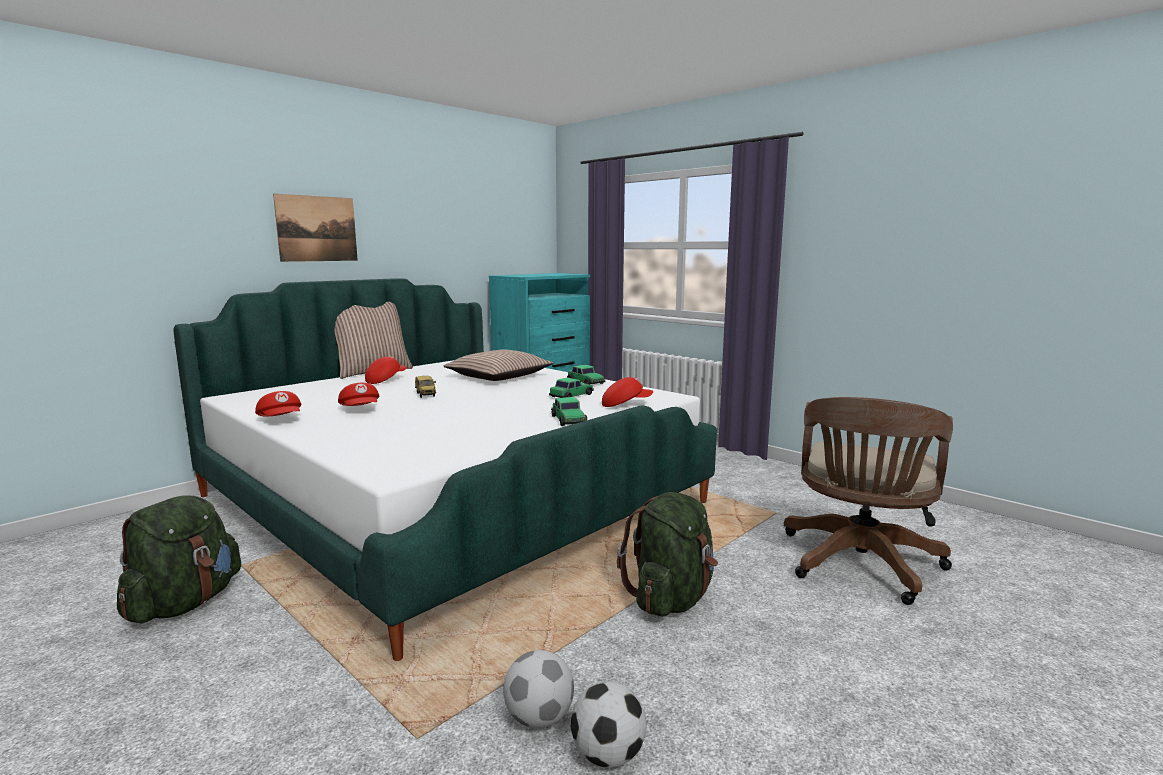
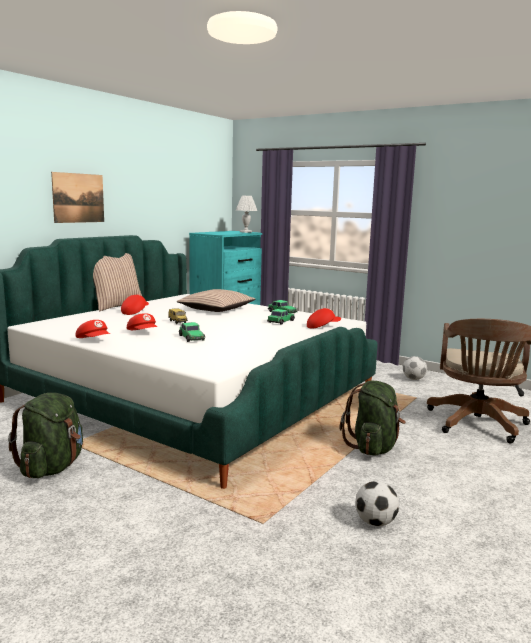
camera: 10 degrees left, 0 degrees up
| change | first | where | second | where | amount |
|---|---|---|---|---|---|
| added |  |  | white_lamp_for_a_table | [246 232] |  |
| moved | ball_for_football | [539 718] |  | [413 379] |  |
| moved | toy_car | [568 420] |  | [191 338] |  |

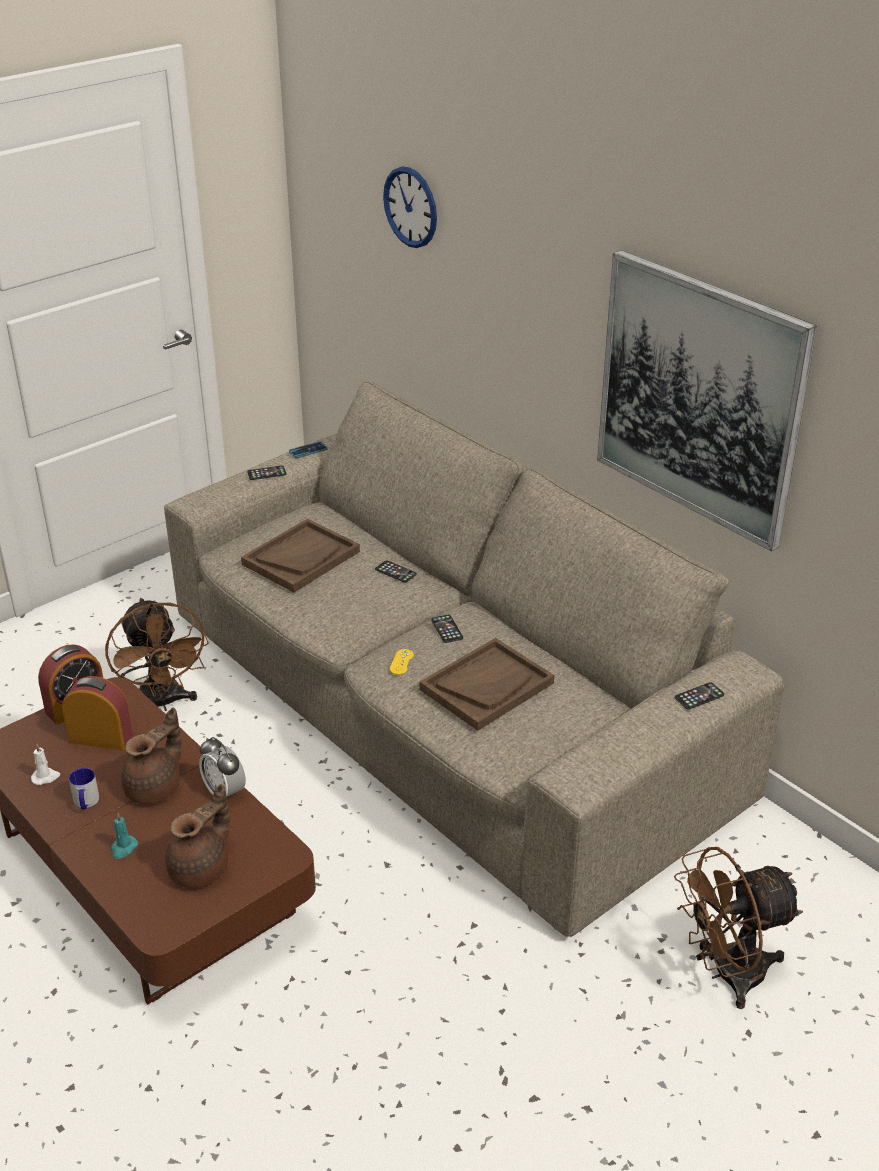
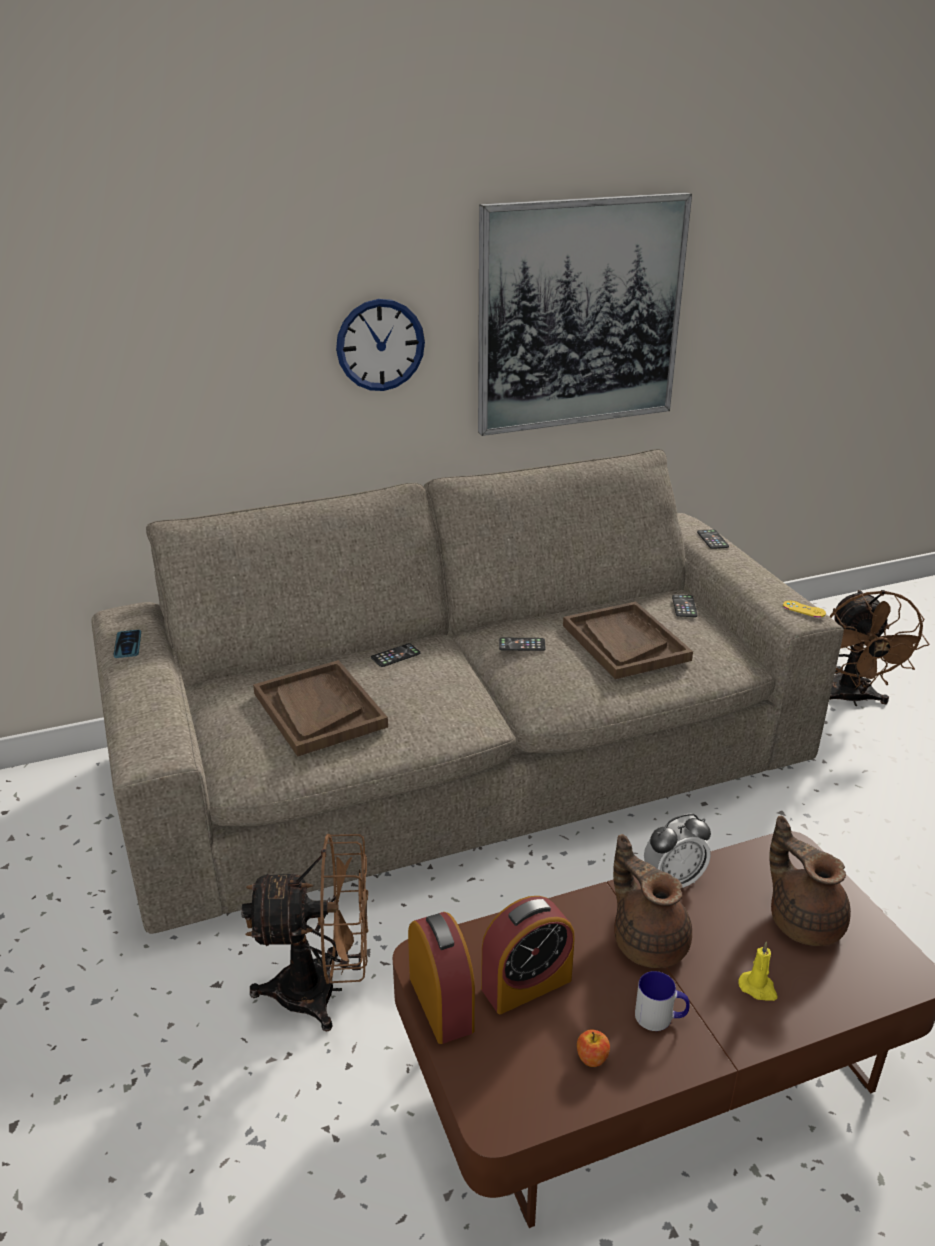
camera: 70 degrees left, 5 degrees down
| change | first | where | second | where | amount |
|---|---|---|---|---|---|
| moved | telephone | [266 473] |  | [684 606] |  |
| moved | wall_clock | [410 207] |  | [380 345] |  |
| moved | yellow-coloured_joypad | [401 662] |  | [804 609] |  |
| replaced | white_candle | [46 777] | whole_apple | [592 1058] |  |
| recoloured | blue-green_candle | [123 848] | yellow-coloured_candle | [758 988] |  |
| turned | bedside_clock | [101 738] |  | [526 984] | 150 degrees counterclockwise |

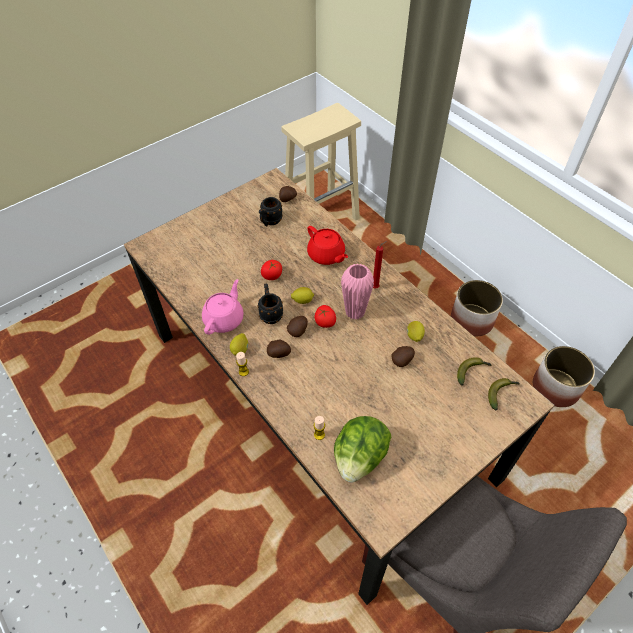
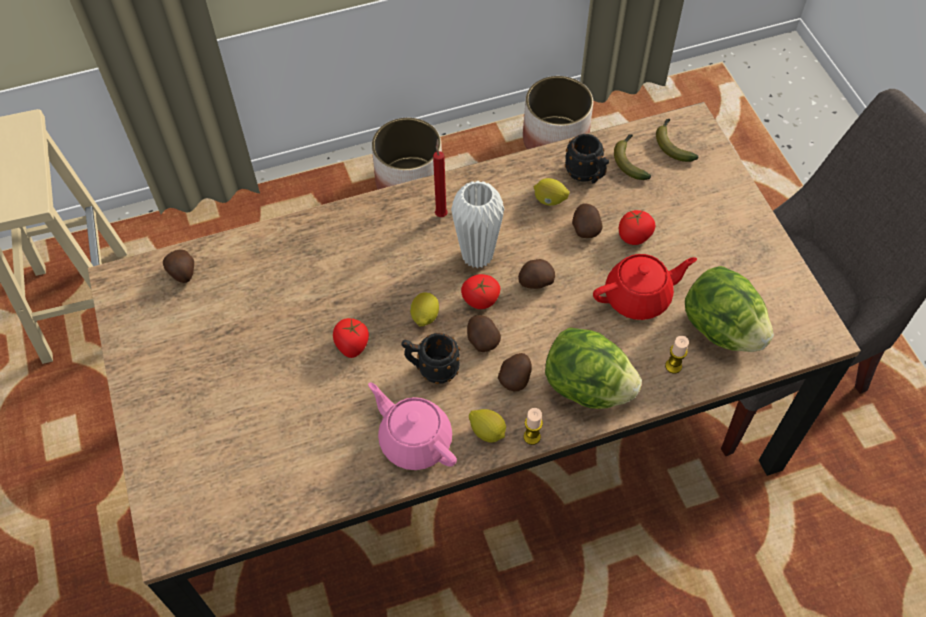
camera: 70 degrees left, 5 degrees up
| change | first | where | second | where | amount |
|---|---|---|---|---|---|
| added |  |  | whole_potato | [535 282] |  |
| added |  |  | lettuce_head | [587 387] |  |
| added |  |  | tomato | [634 236] |  |
| moved | black_mug | [270 222] |  | [586 175] |  |
| moved | reddish_pot_for_tea | [326 255] |  | [639 297] |  |
| recoloured | pink-coloured_flower_vase | [355 312] | white_flower_vase | [477 256] |  |

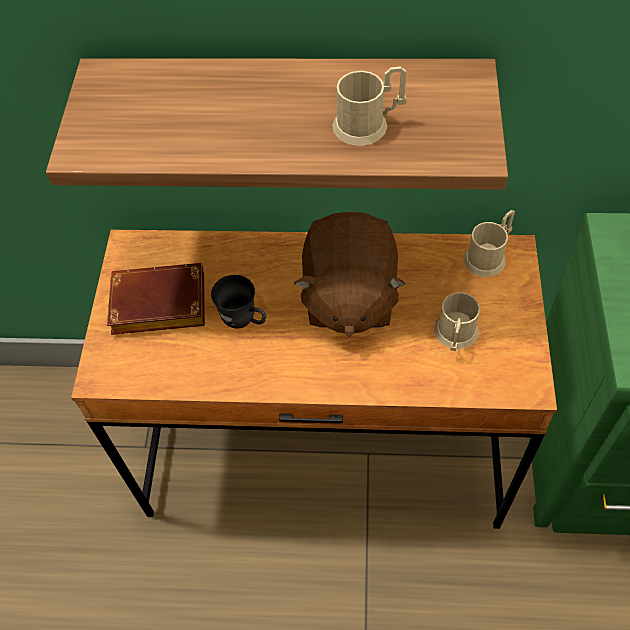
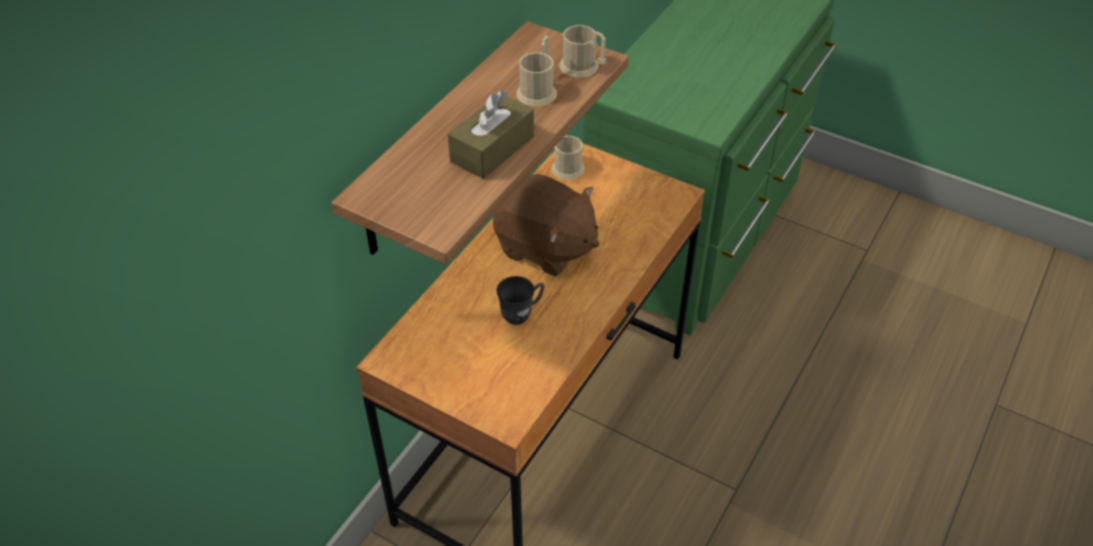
camera: 65 degrees left, 10 degrees down
| change | first | where | second | where | amount |
|---|---|---|---|---|---|
| removed | brownish_bound_book | [156 307] |  |  |  |
| added |  |  | brownish_box_of_tissues | [492 149] |  |
| moved | beige_mug | [455 336] |  | [583 68] |  |

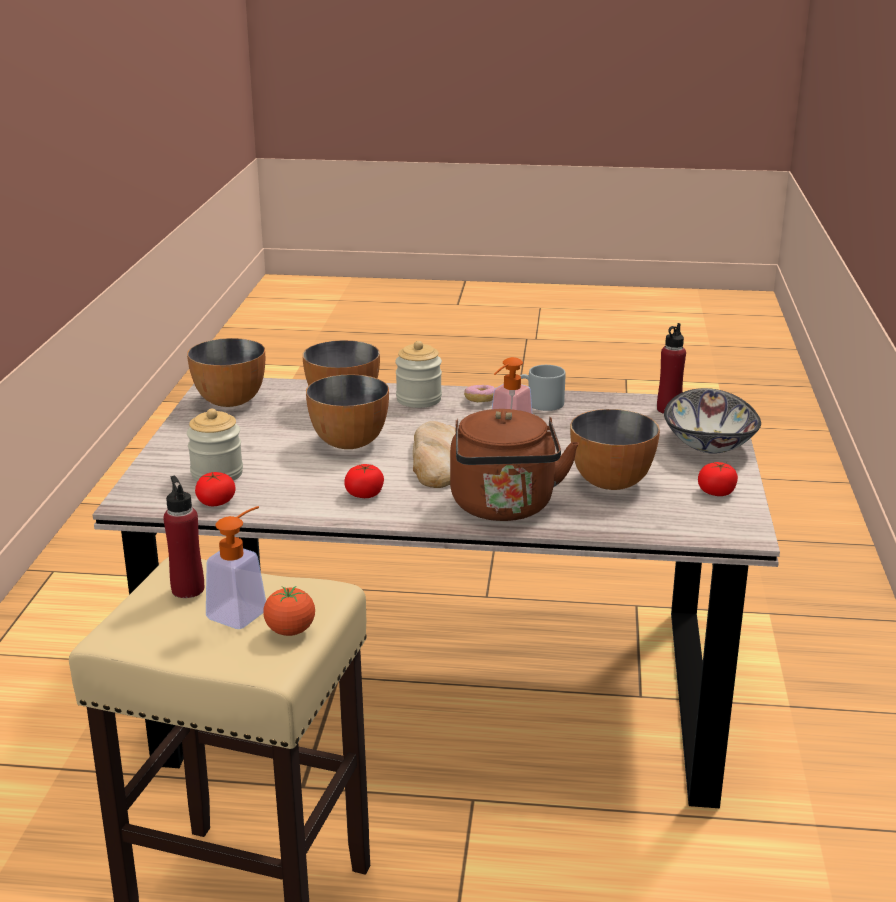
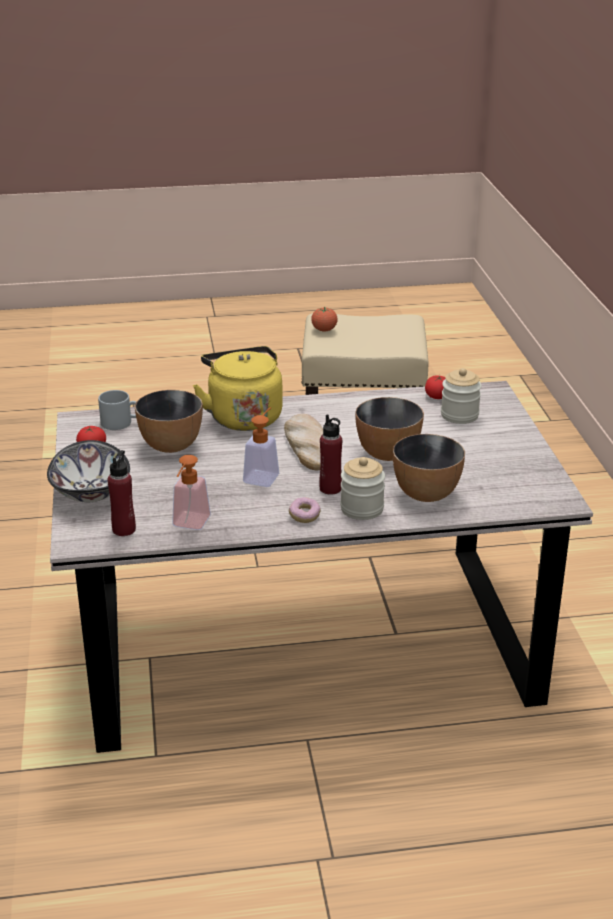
camera: 165 degrees right, 5 degrees up
| change | first | where | second | where | amount |
|---|---|---|---|---|---|
| removed | bowl | [231 401] |  |  |  |
| removed | tomato | [364 494] |  |  |  |
| moved | reddish_drink_bottle | [188 589] |  | [330 488] |  |
| moved | soap_bottle | [243 610] |  | [189 525] |  |
| moved | grey_mug | [539 403] |  | [121 422] |  |
| recoloured | brownish_tea_kettle | [504 508] | yellow-coloured_tea_kettle | [243 416] |  |

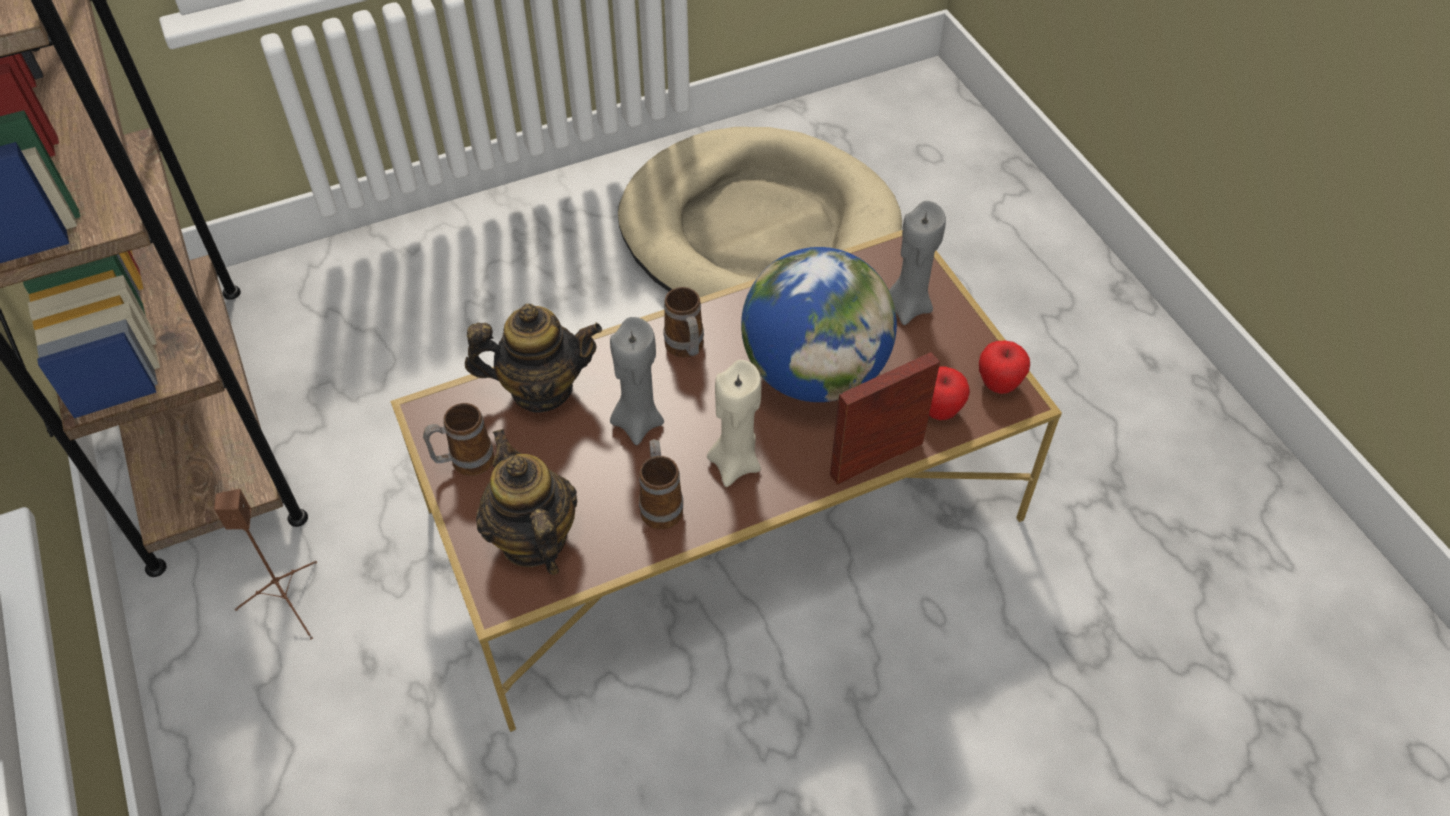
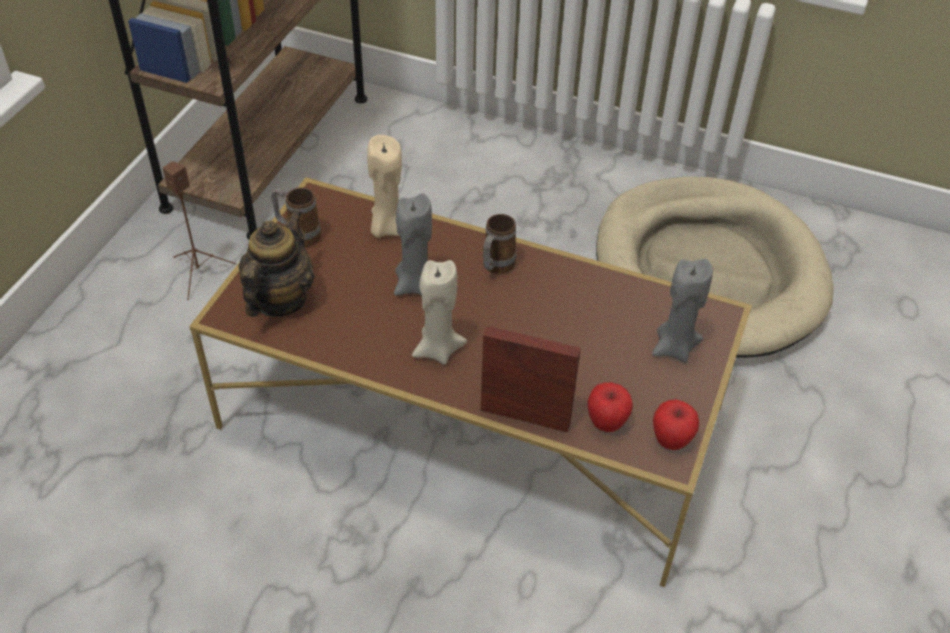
camera: 45 degrees right, 5 degrees down
| change | first | where | second | where | amount |
|---|---|---|---|---|---|
| removed | mug | [661 504] |  |  |  |
| removed | globe | [813 373] |  |  |  |
| replaced | pot_for_tea | [541 389] | beige_candle | [387 228] |  |

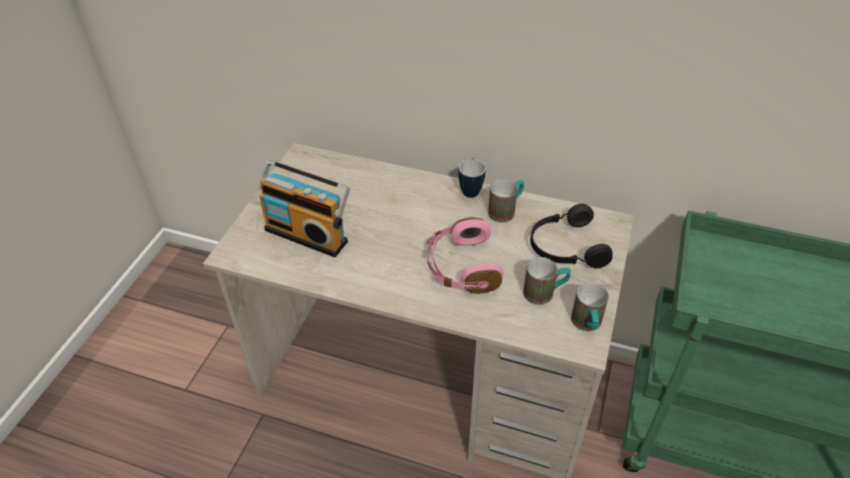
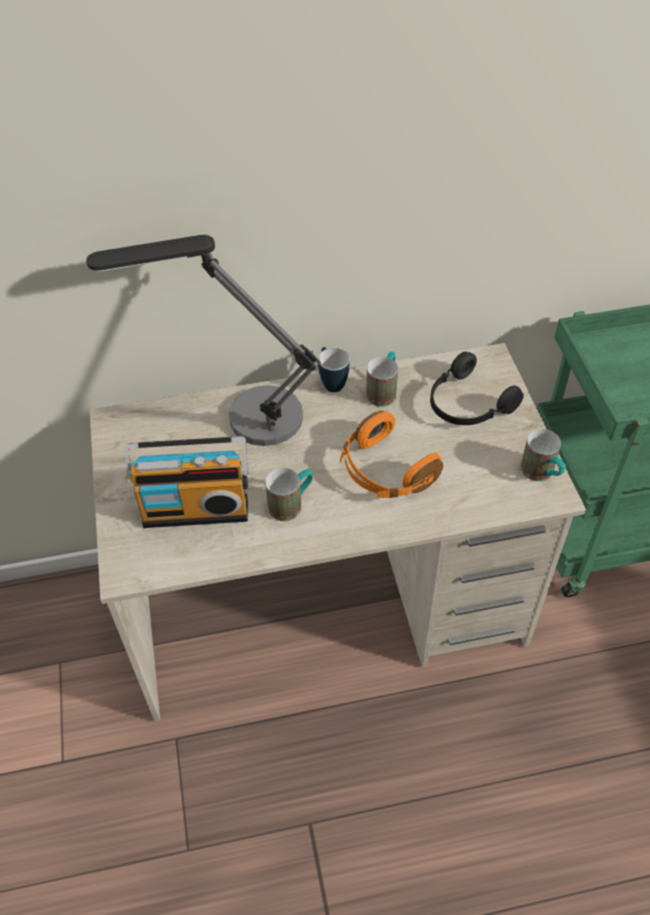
camera: 30 degrees left, 5 degrees up
| change | first | where | second | where | amount |
|---|---|---|---|---|---|
| added |  |  | lamp_for_a_table | [242 419] |  |
| moved | mug | [544 293] |  | [291 504] |  |
| recoloured | pink-coloured_pair_of_headphones | [461 267] | orangey_pair_of_headphones | [385 471] |  |

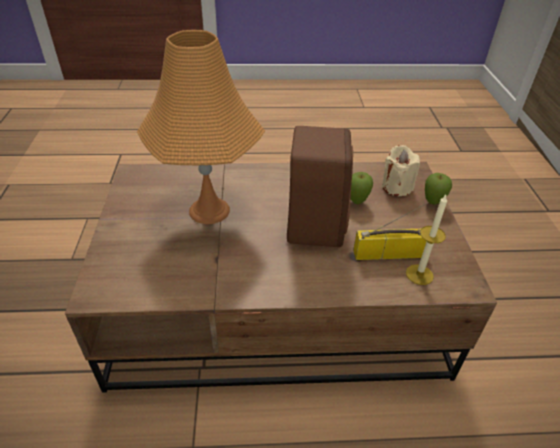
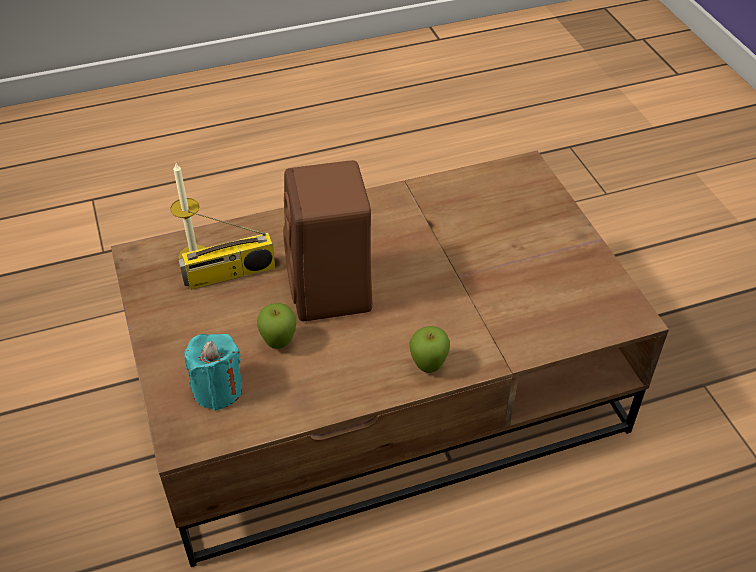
camera: 165 degrees right, 5 degrees up
| change | first | where | second | where | amount |
|---|---|---|---|---|---|
| removed | orangey_lamp_for_a_table | [209 210] |  |  |  |
| moved | whole_apple | [432 202] |  | [428 367] |  |
| recoloured | beige_candle | [396 187] | blue-green_candle | [217 389] |  |

